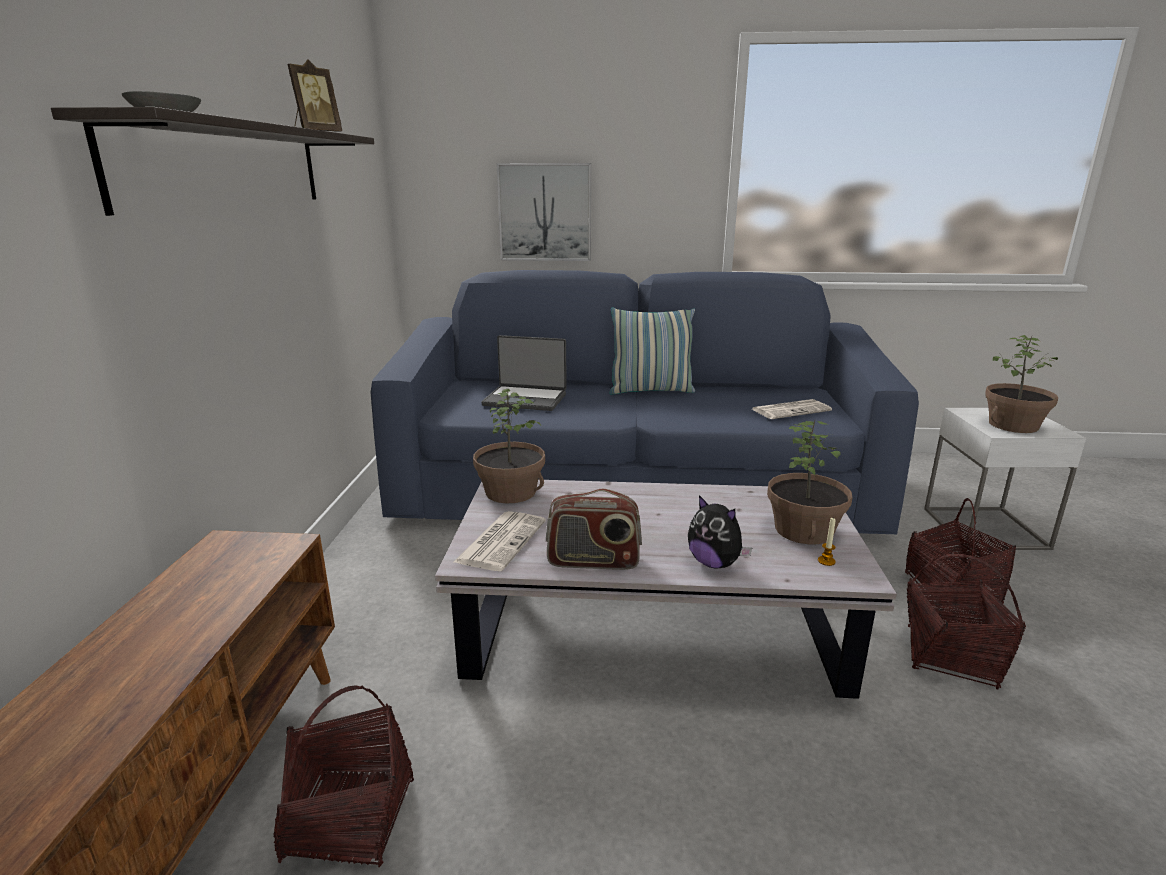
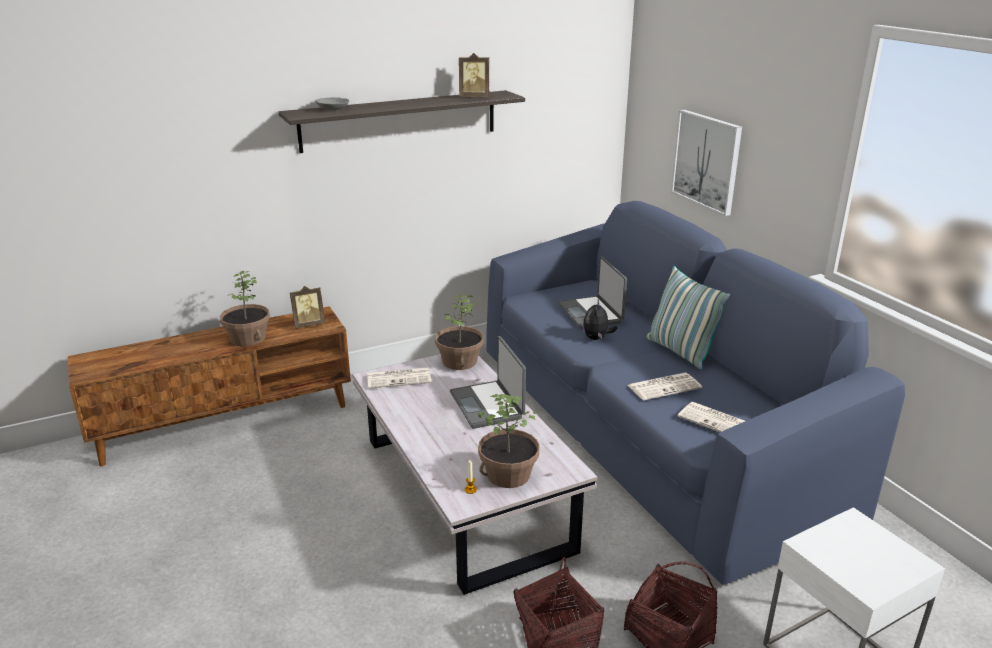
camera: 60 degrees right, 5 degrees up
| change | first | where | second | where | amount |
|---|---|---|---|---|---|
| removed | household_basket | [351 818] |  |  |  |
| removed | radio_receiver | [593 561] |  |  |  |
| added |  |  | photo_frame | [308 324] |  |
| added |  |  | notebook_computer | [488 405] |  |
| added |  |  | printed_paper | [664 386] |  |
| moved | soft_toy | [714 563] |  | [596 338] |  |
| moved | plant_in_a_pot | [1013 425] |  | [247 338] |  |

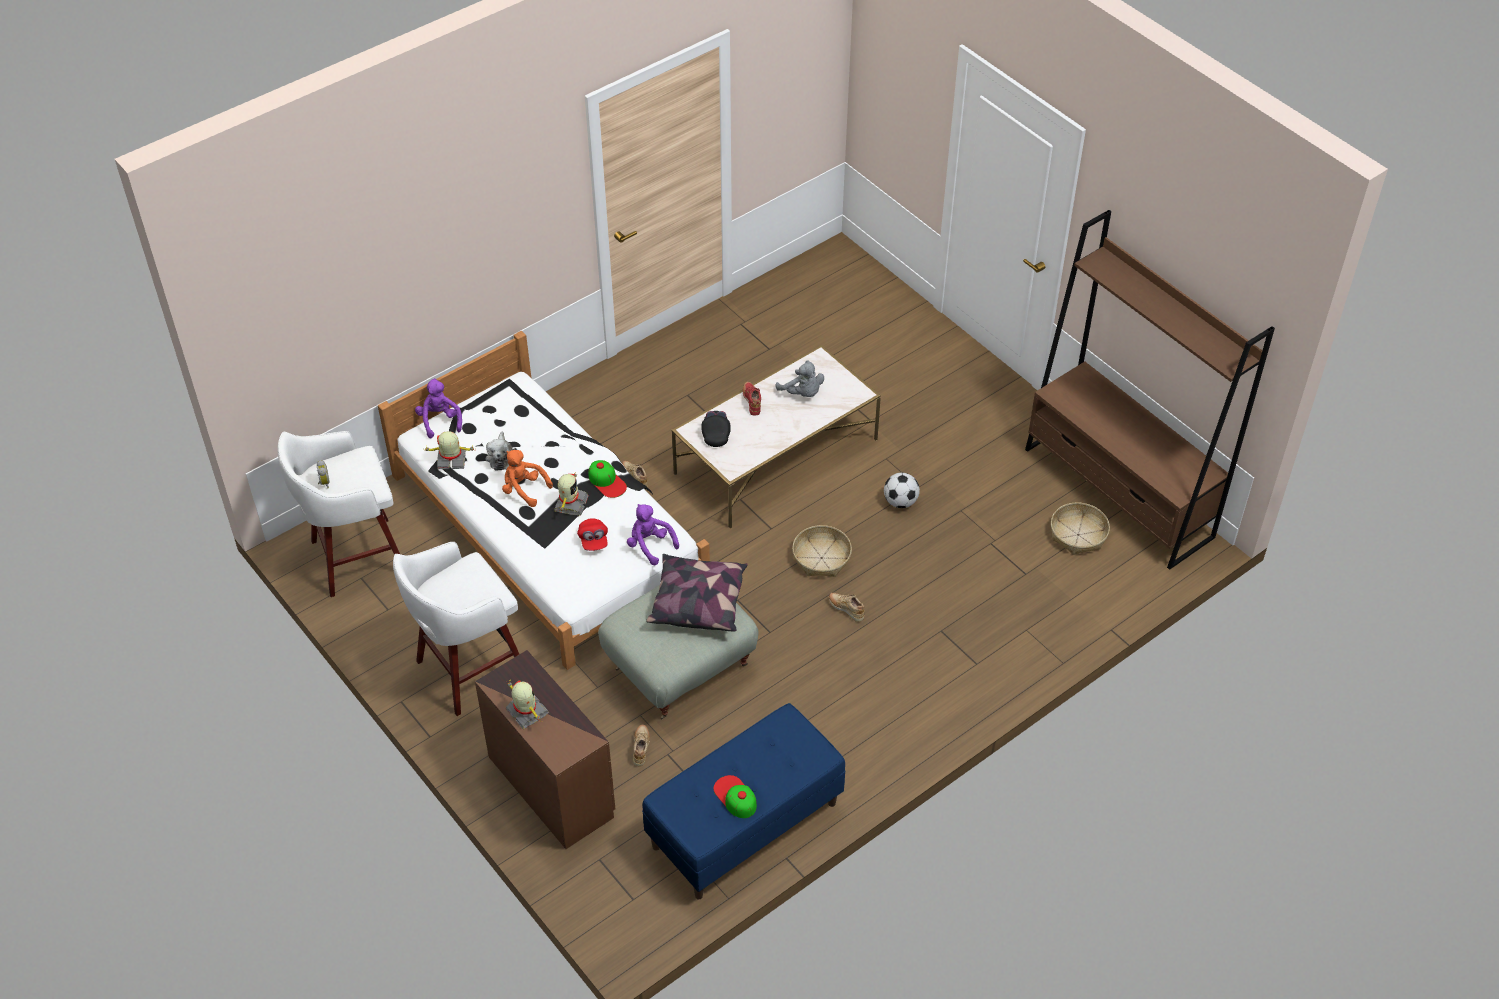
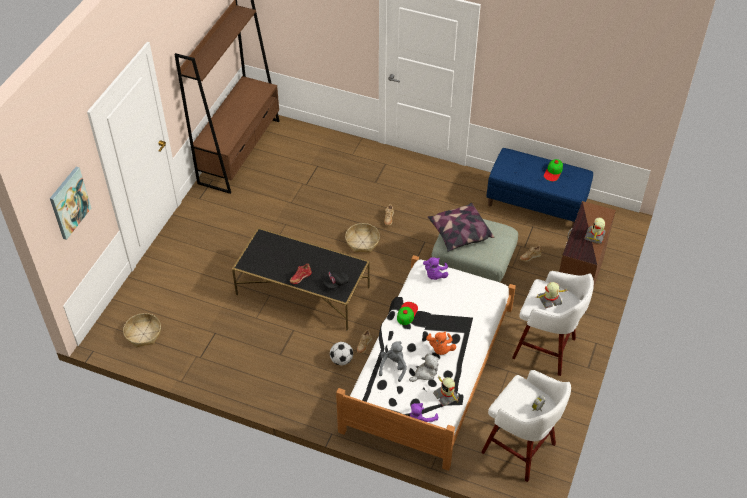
camera: 120 degrees left, 0 degrees up
| change | first | where | second | where | amount |
|---|---|---|---|---|---|
| removed | reddish_cap | [593 540] |  |  |  |
| added |  |  | wall_picture | [69 202] |  |
| moved | model_robot | [570 504] |  | [550 300] |  |
| moved | grey_soft_toy | [802 393] |  | [393 367] |  |
| moved | ball_for_football | [900 502] |  | [341 360] |  |
| moved | household_basket | [1078 535] |  | [143 334] |  |
| recoloured | white_low_table | [776 456] | black_low_table | [303 291] |  |

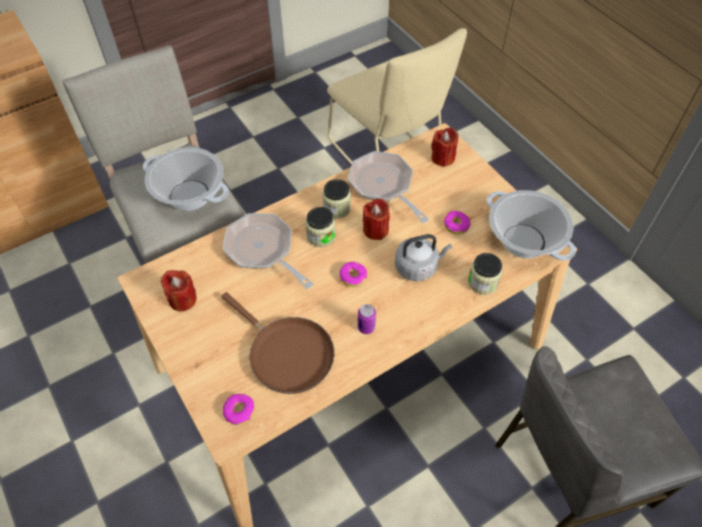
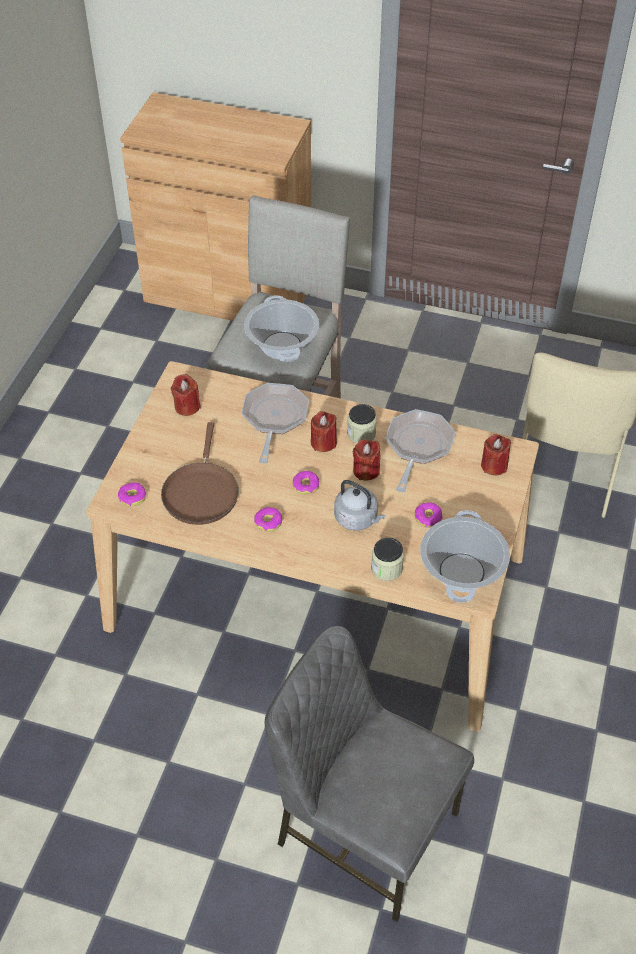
camera: 50 degrees right, 5 degrees down
| change | first | where | second | where | amount |
|---|---|---|---|---|---|
| replaced | preserve_jar | [321 236] | reddish_candle | [323 442] |  |
| replaced | sealed_can | [366 327] | ring_doughnut | [268 522] |  |

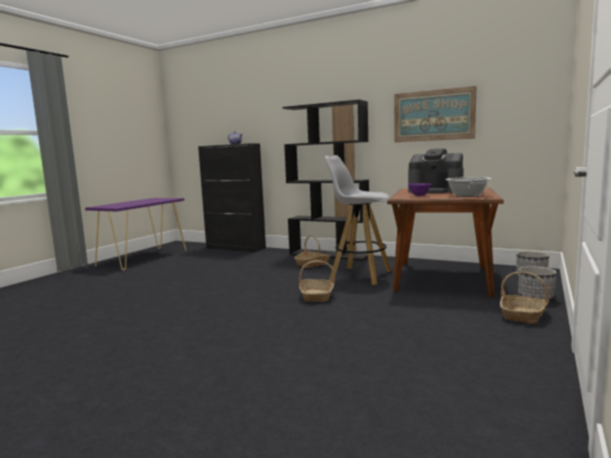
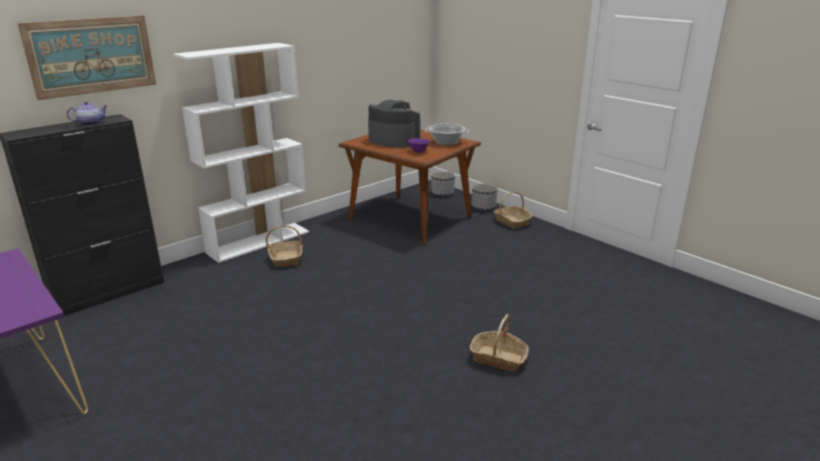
camera: 70 degrees left, 15 degrees up
| change | first | where | second | where | amount |
|---|---|---|---|---|---|
| removed | white_stool | [359 276] |  |  |  |
| moved | household_basket | [317 296] |  | [498 358] |  |
| moved | wall_picture | [433 115] |  | [92 56] |  |
| recoloured | black_bookcase | [329 254] | white_bookcase | [259 242] |  |
| turned | coffee_brewer | [436 191] |  | [393 140] | 105 degrees counterclockwise |

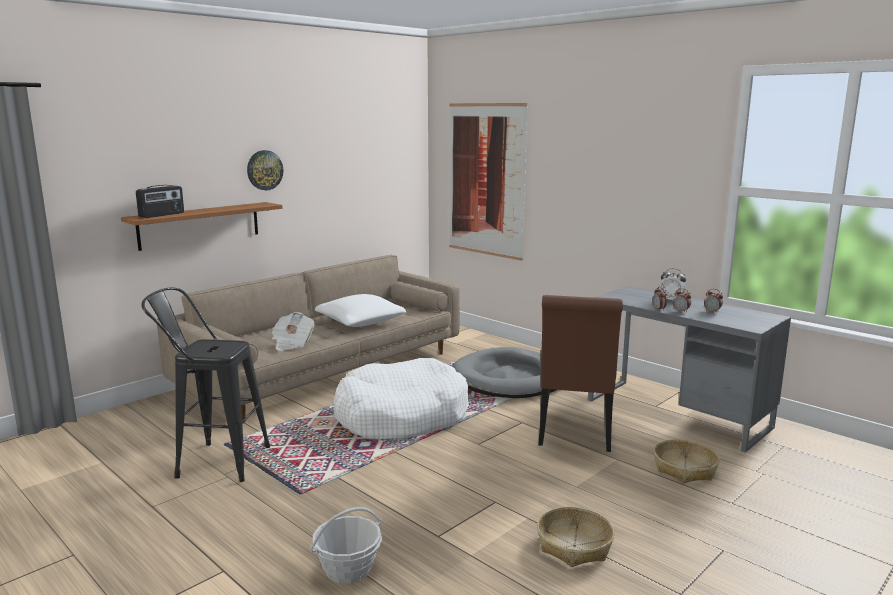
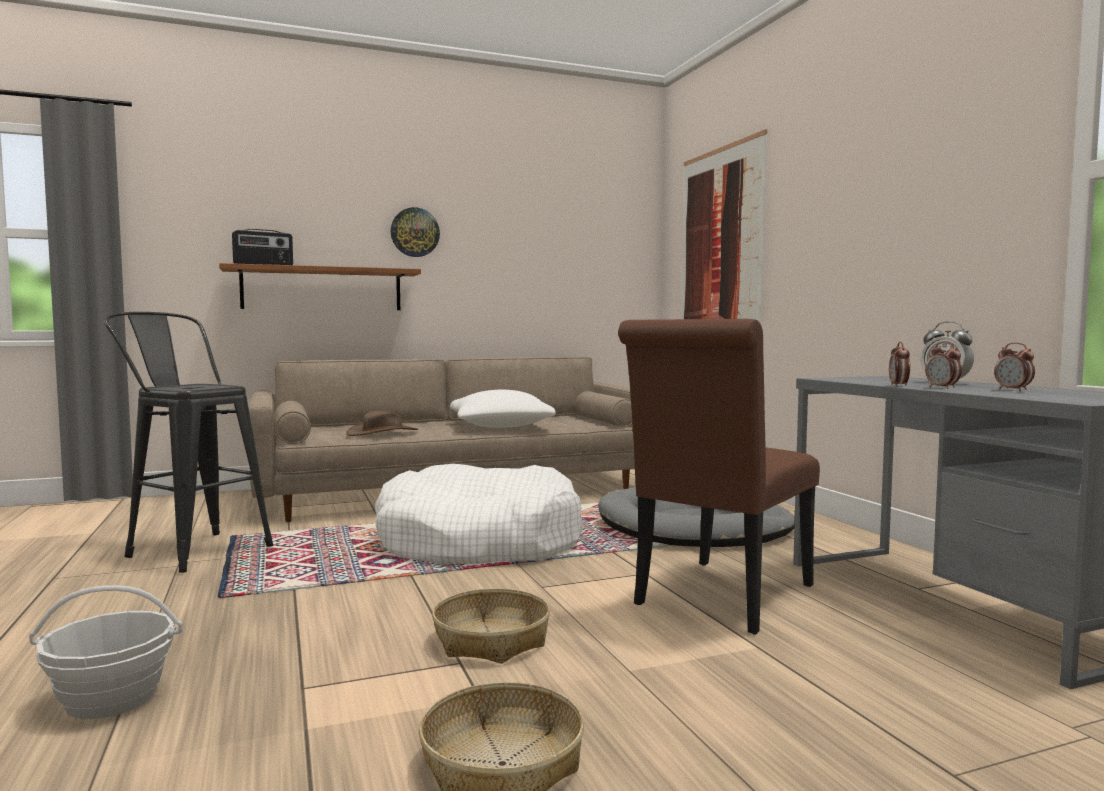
camera: 25 degrees right, 10 degrees down
| change | first | where | second | where | amount |
|---|---|---|---|---|---|
| moved | household_basket | [684 469] |  | [491 640] |  |
| replaced | printed_paper | [292 343] | brownish_hat | [382 432] |  |

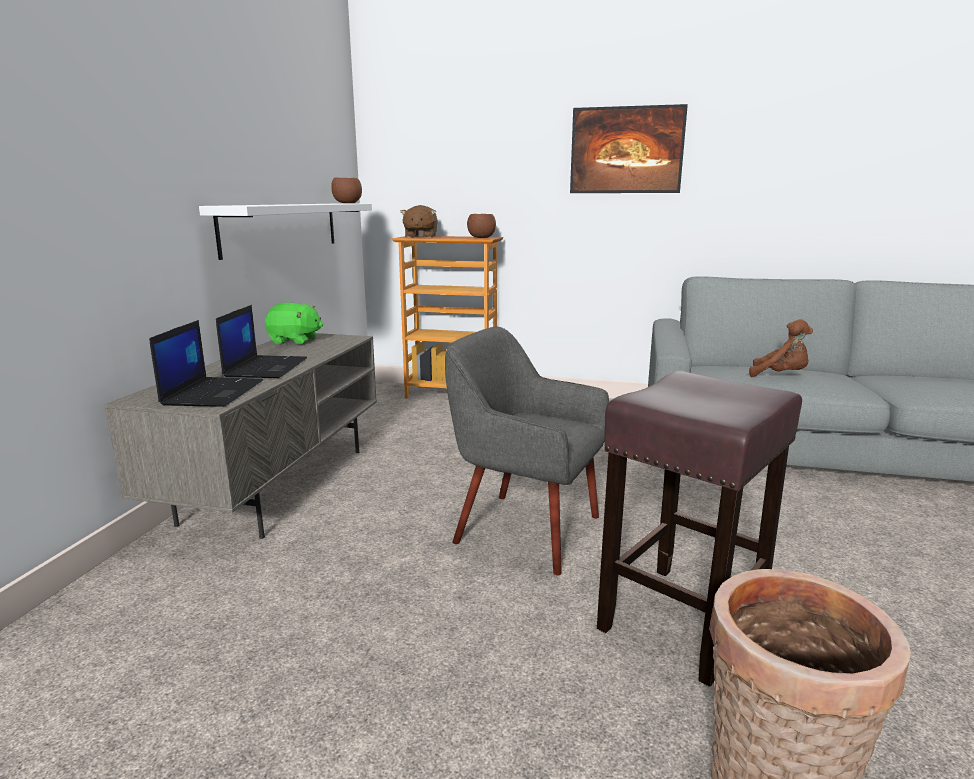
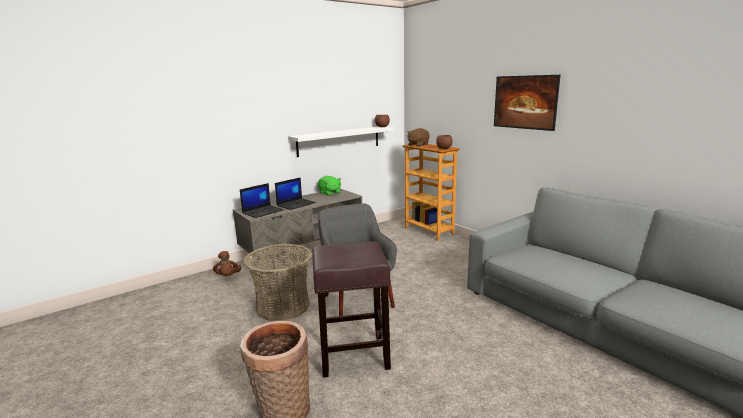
camera: 40 degrees right, 0 degrees up
| change | first | where | second | where | amount |
|---|---|---|---|---|---|
| added |  |  | household_basket | [283 306] |  |
| moved | brownish_soft_toy | [780 376] |  | [228 276] |  |

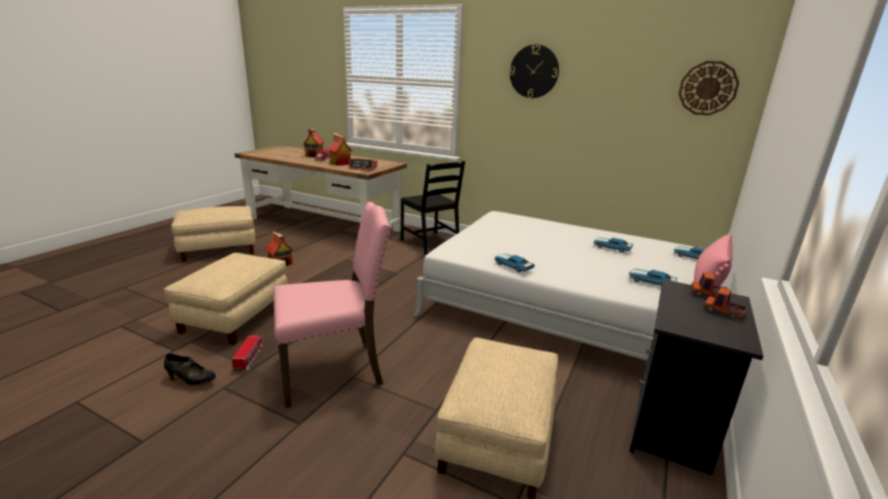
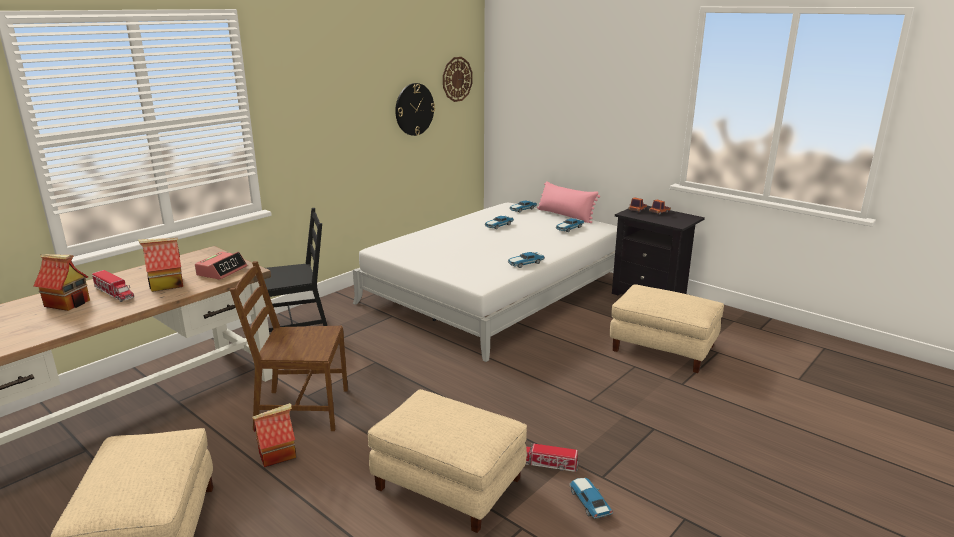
camera: 75 degrees left, 0 degrees up
| change | first | where | second | where | amount |
|---|---|---|---|---|---|
| removed | pink-coloured_chair | [334 371] |  |  |  |
| added |  |  | brownish_chair | [301 409] |  |
| moved | wall_clock | [534 71] |  | [414 109] |  |
| replaced | black_low_shoe | [191 381] | toy_car | [589 502] |  |

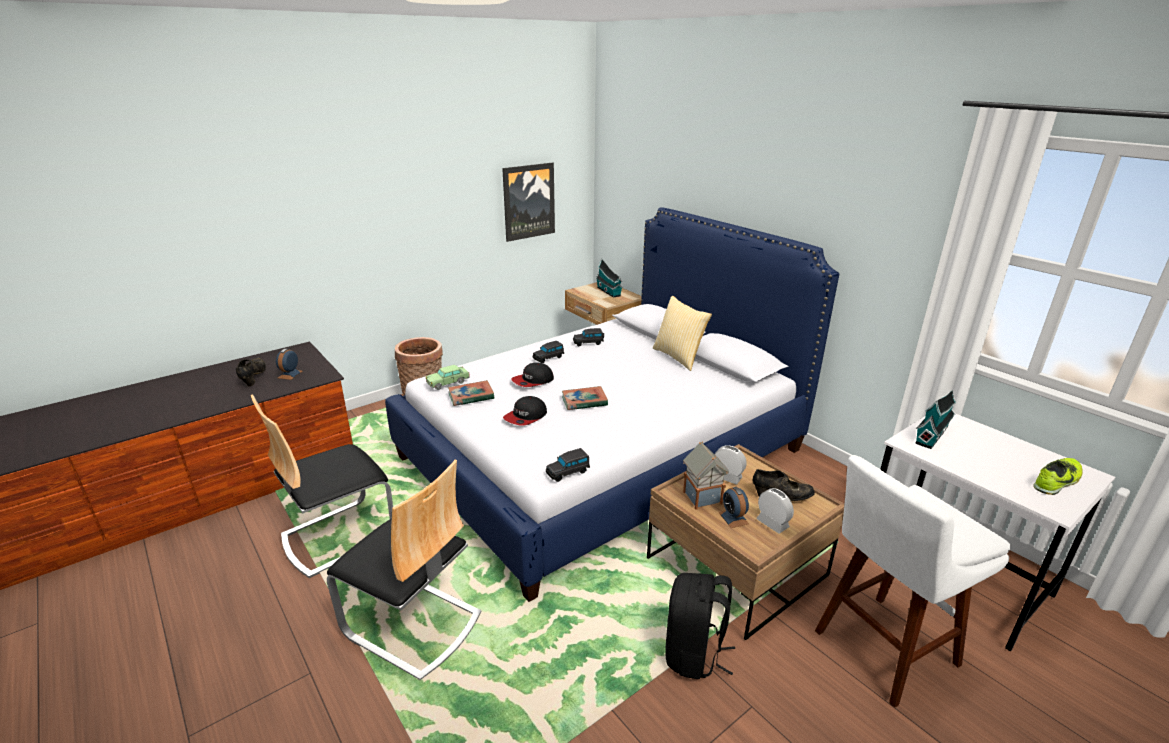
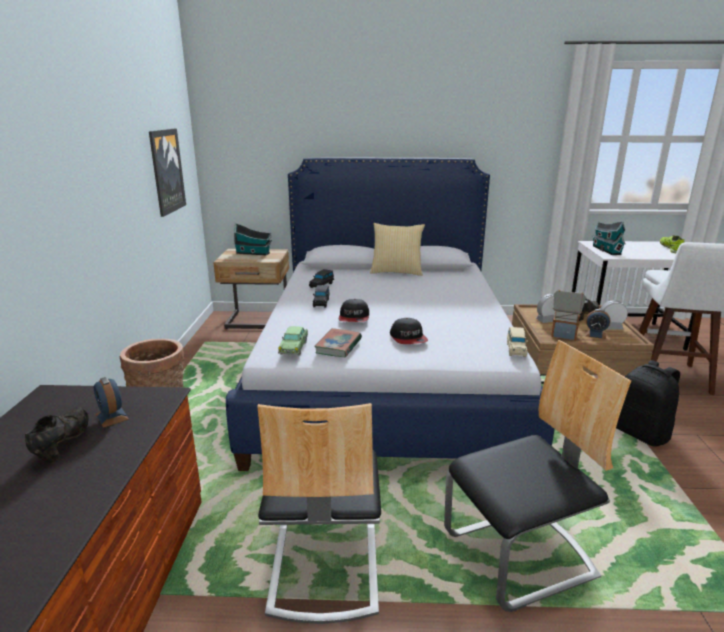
camera: 50 degrees left, 5 degrees down
| change | first | where | second | where | amount |
|---|---|---|---|---|---|
| removed | bound_book | [584 401] |  |  |  |
| recoloured | black_toy_car | [568 472] | beige_toy_car | [516 349] |  |
| turned | black_low_shoe | [253 378] |  | [63 444] | 60 degrees clockwise |

